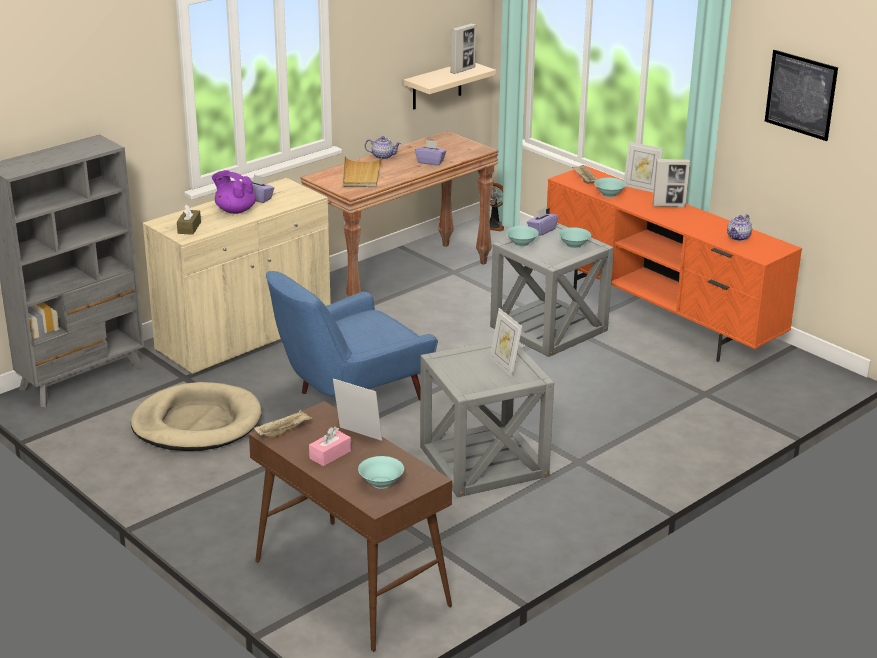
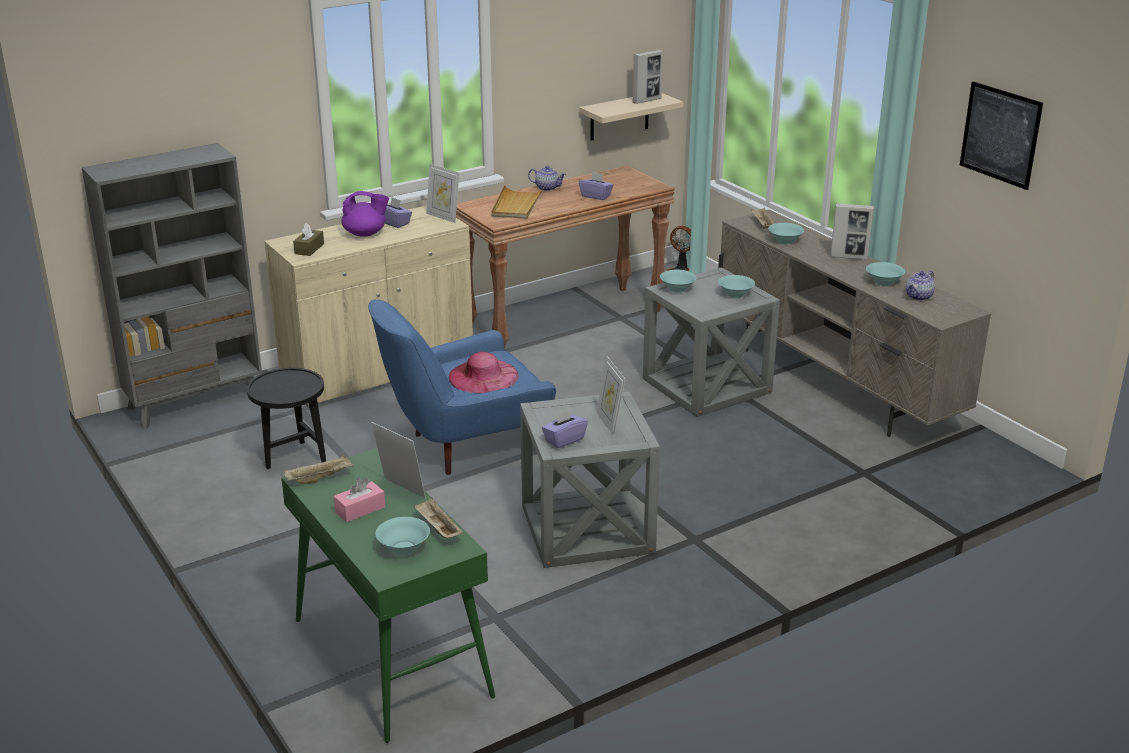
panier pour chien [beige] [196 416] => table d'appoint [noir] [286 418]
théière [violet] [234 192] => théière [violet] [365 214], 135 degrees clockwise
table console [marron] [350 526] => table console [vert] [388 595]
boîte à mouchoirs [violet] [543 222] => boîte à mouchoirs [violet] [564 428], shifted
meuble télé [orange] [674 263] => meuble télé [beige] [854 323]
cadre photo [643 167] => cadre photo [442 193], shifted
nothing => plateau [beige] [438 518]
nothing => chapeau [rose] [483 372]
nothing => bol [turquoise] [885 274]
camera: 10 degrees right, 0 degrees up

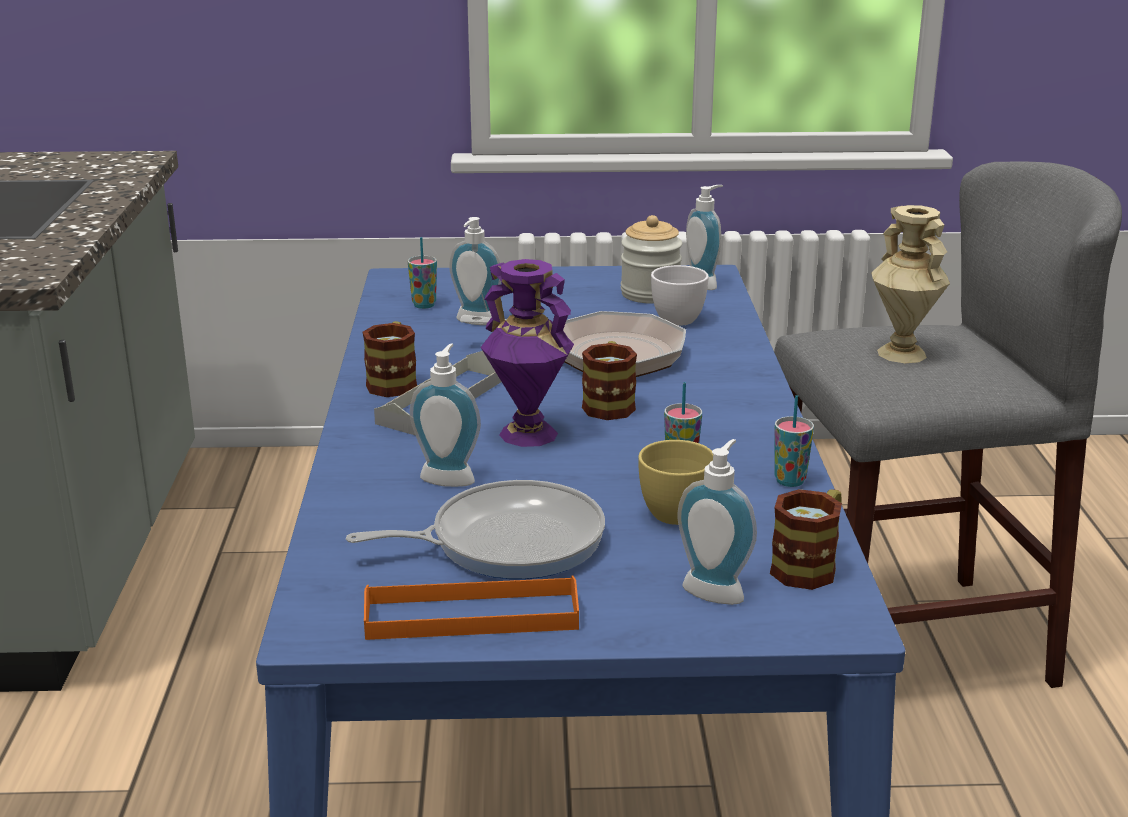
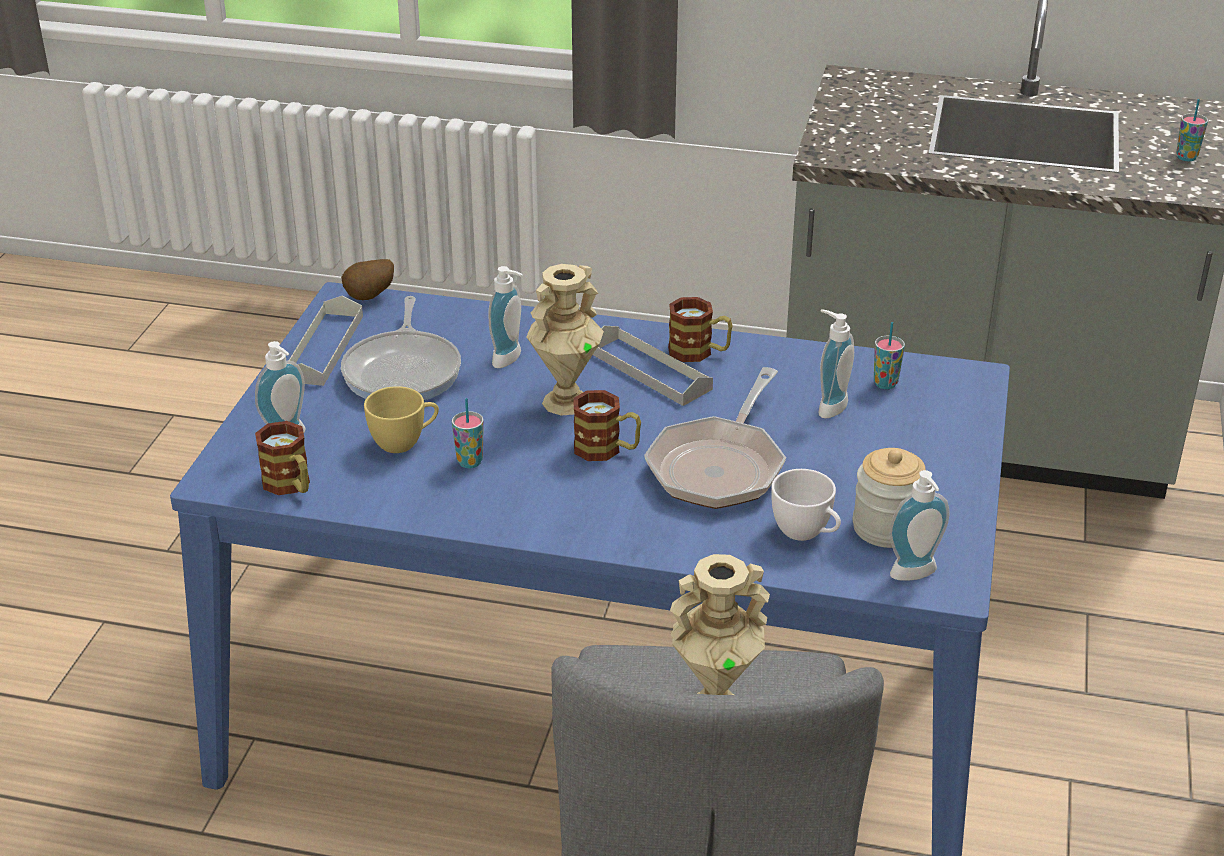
plateau [orange] [471 608] => plateau [gris] [326 341]
vase [violet] [527 353] => vase [beige] [565 340]
tasse [794 441] => tasse [1192 130], shifted
nothing => pomme de terre [367 279]
camera: 105 degrees right, 10 degrees up

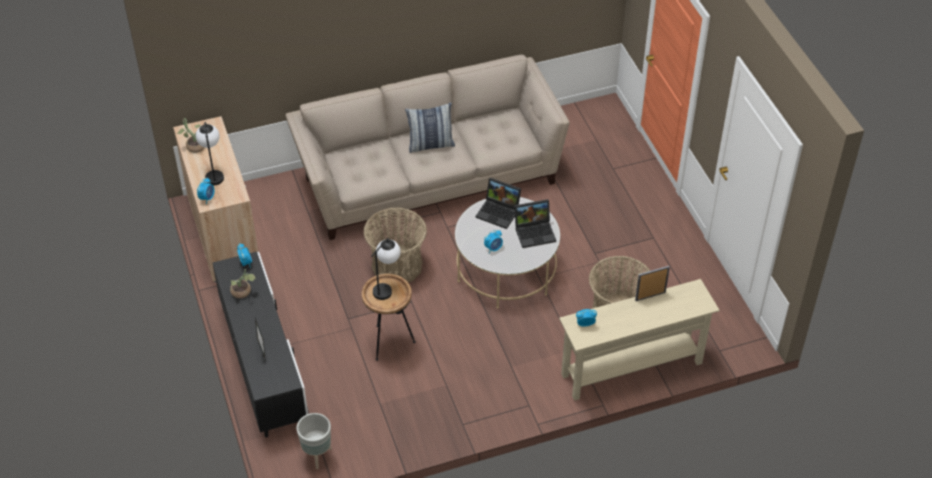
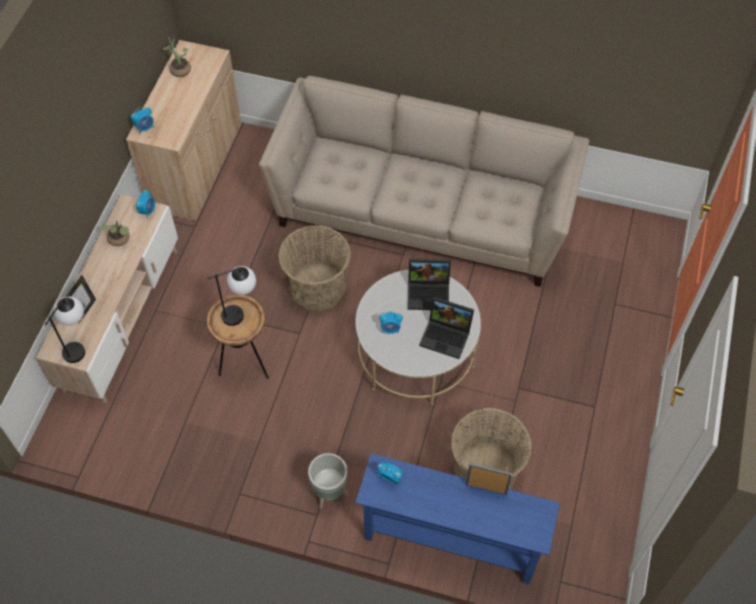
lampe de table [210 153] => lampe de table [64 330], shifted
meuble télé [noir] [260 345] => meuble télé [beige] [107 298]
cache-pot [gris] [314 441] => cache-pot [gris] [328 481], shifted
coussin [430 128] => nothing
ordinateur portable [498 203] => ordinateur portable [429 284], 60 degrees counterclockwise
table console [beige] [639 340] => table console [bleu] [457 518]
camera: 35 degrees right, 10 degrees up

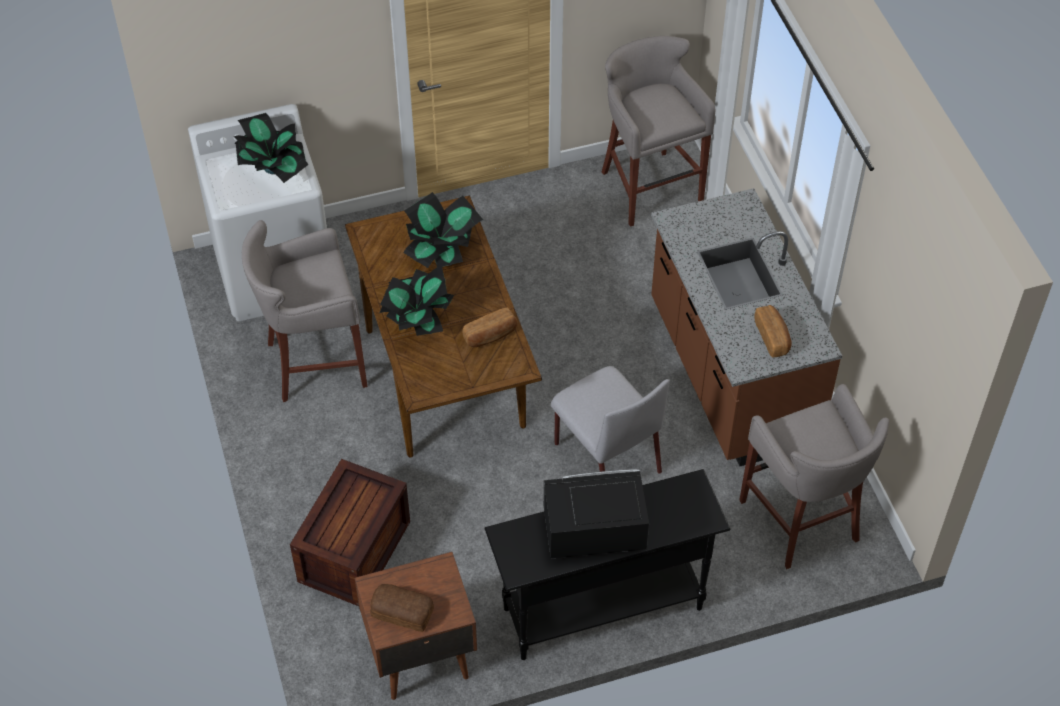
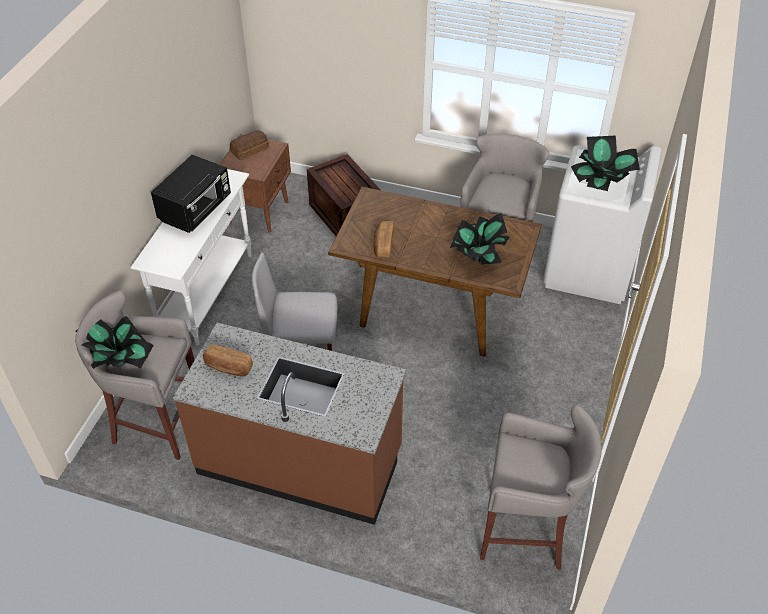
plante en pot [417 301] => plante en pot [114 342], shifted
table console [noir] [607 564] => table console [blanc] [191 257]
camera: 125 degrees right, 5 degrees down

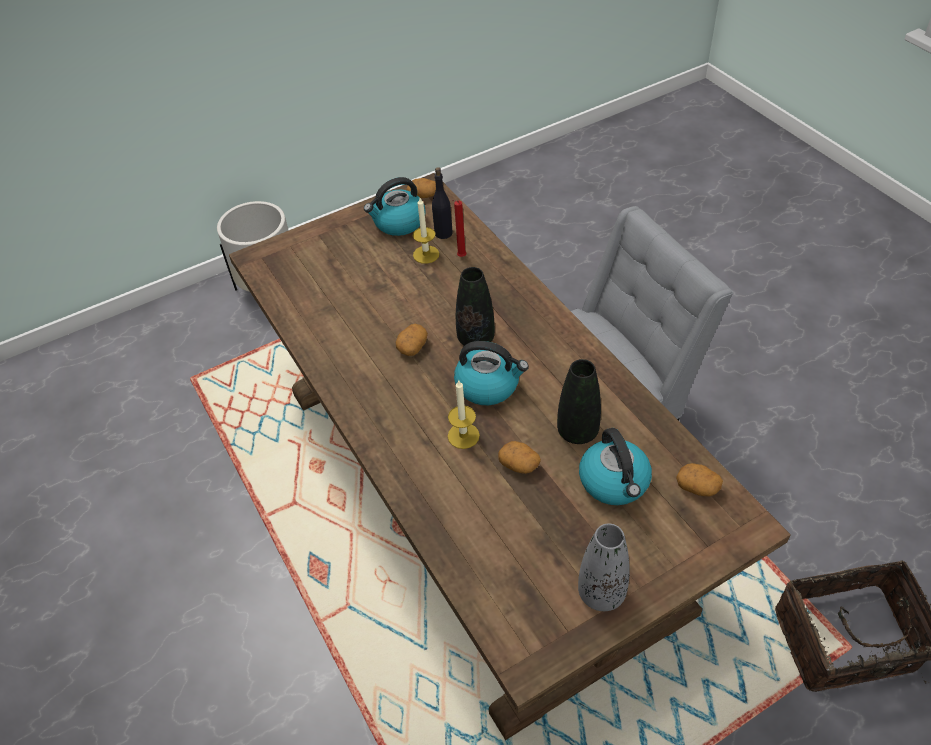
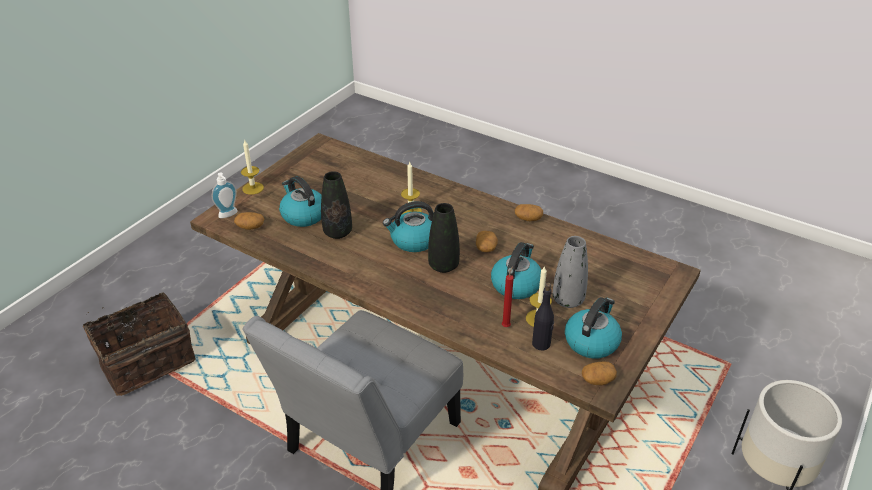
pomme de terre [519 457] => pomme de terre [529 212], shifted
vase [gris] [604 567] => vase [gris] [570 272], shifted
nothing => distributeur de savon [225 195]
nothing => bougie [252 167]
nothing => bouilloire [516 270]
camera: 150 degrees right, 10 degrees down

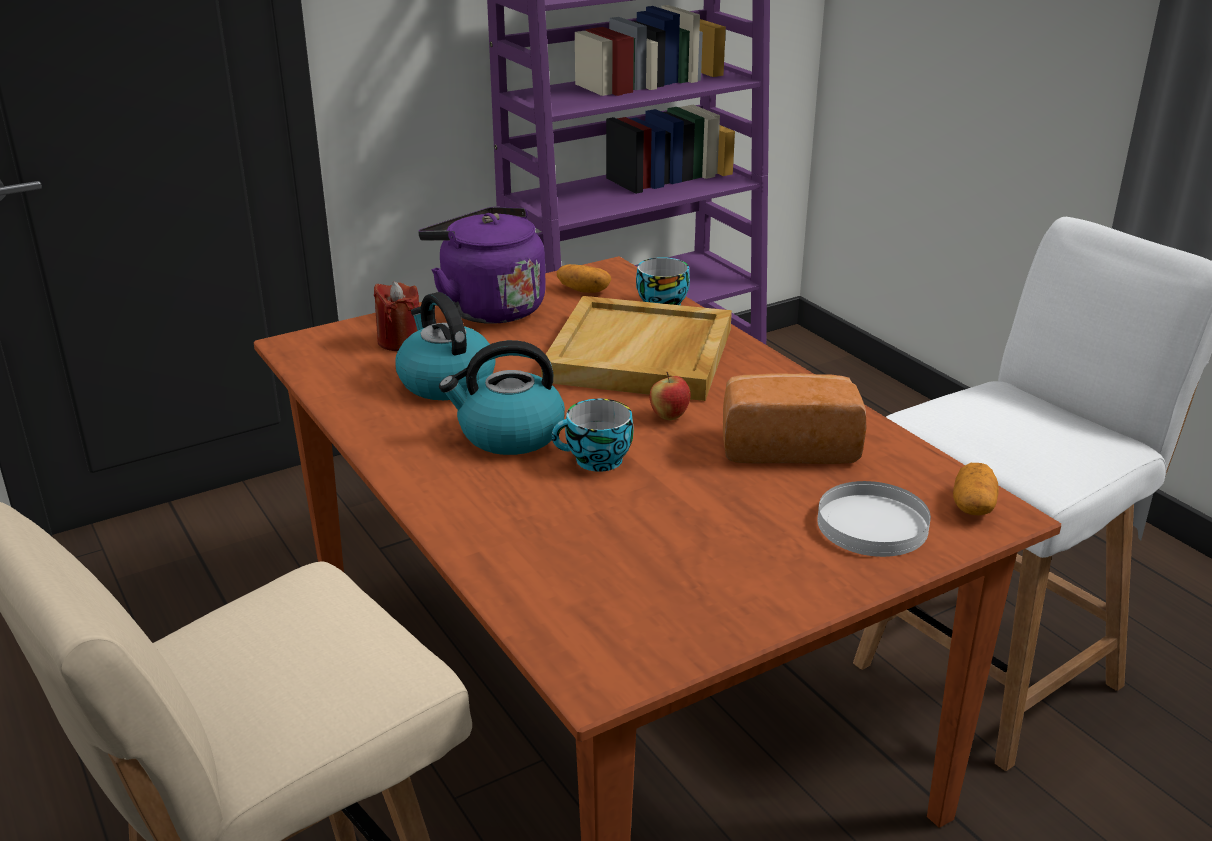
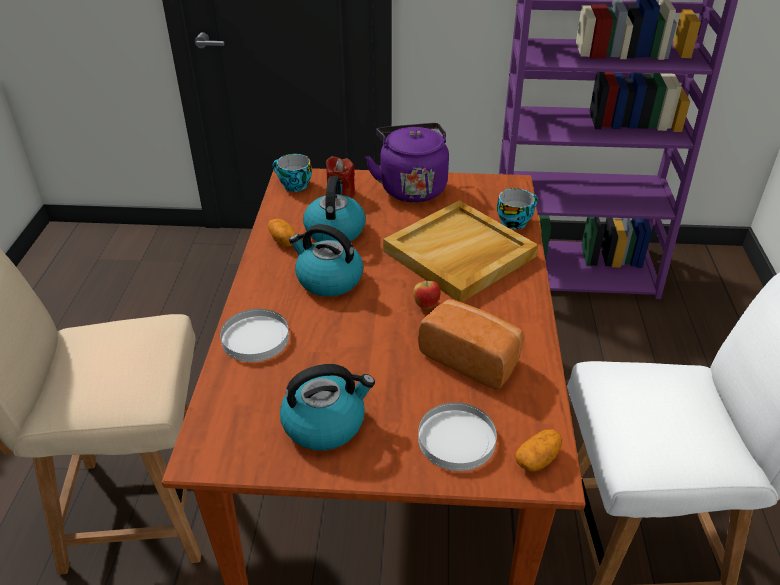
tasse [592 435] => tasse [292 173], shifted
pomme de terre [584 278] => pomme de terre [282 233], shifted
nothing => assiette [blanc] [254 335]
nothing => bouilloire [327 407]
camera: 35 degrees right, 10 degrees up

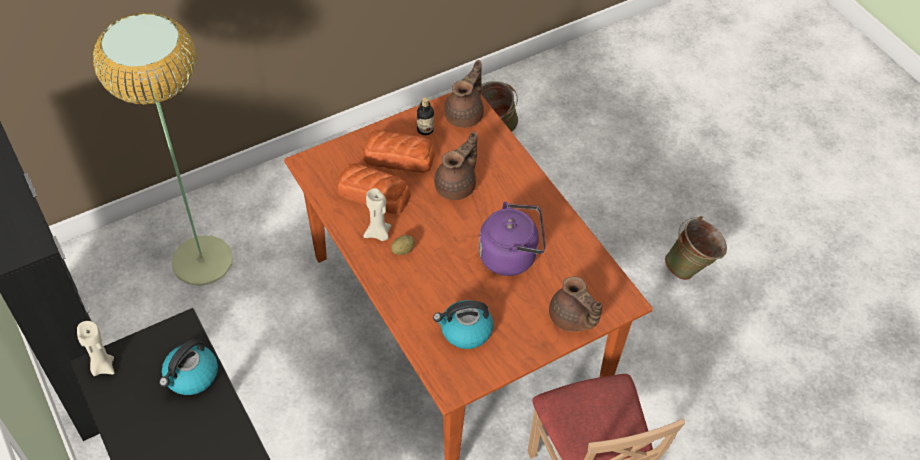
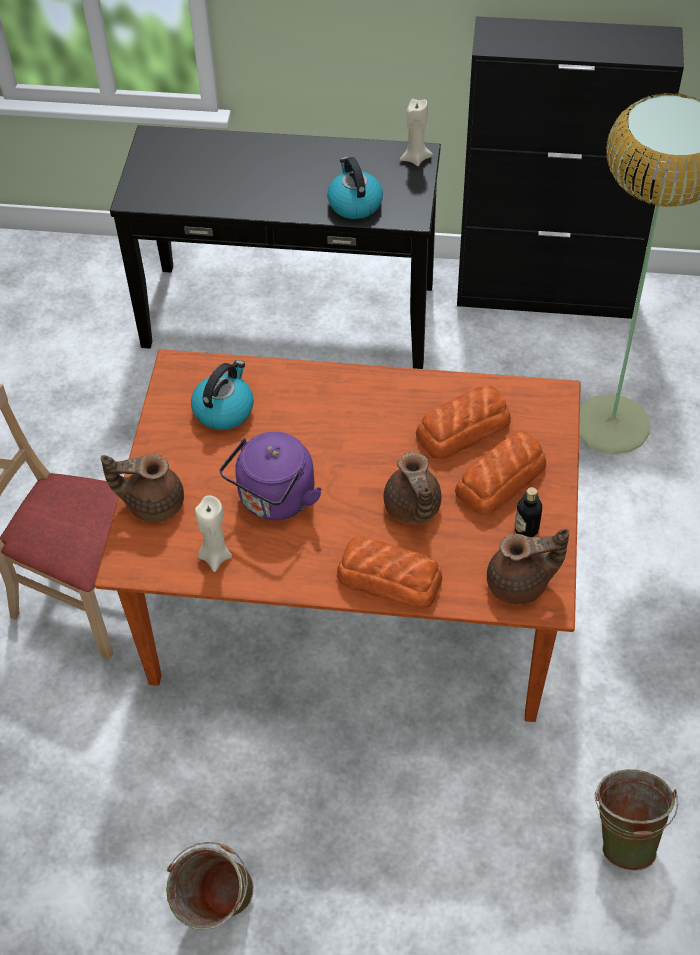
bougie [beige] [377 214] => bougie [beige] [213 533], shifted
pomme de terre [403 245] => nothing
théière [marron] [464 94] => théière [marron] [528 567], 75 degrees counterclockwise
nothing => pain [389 573]
camera: 130 degrees right, 0 degrees up

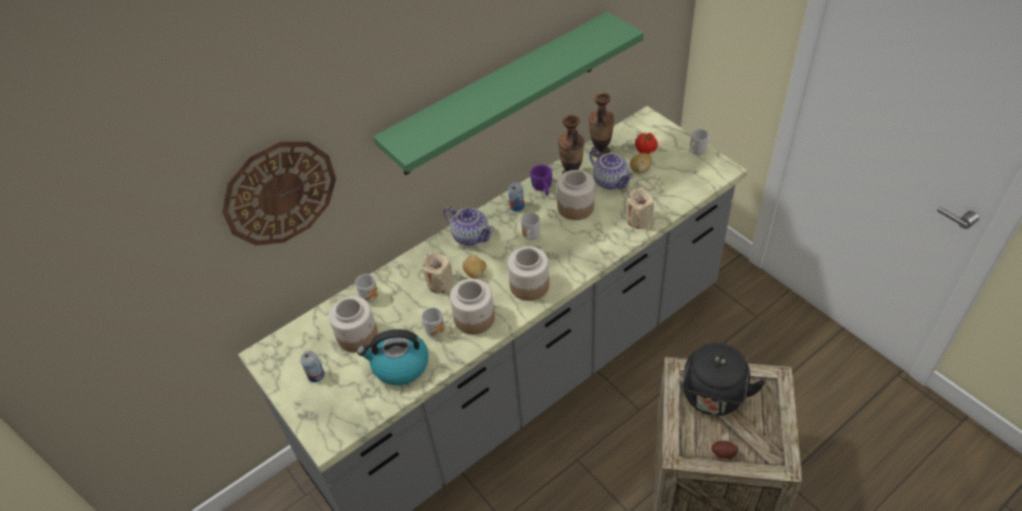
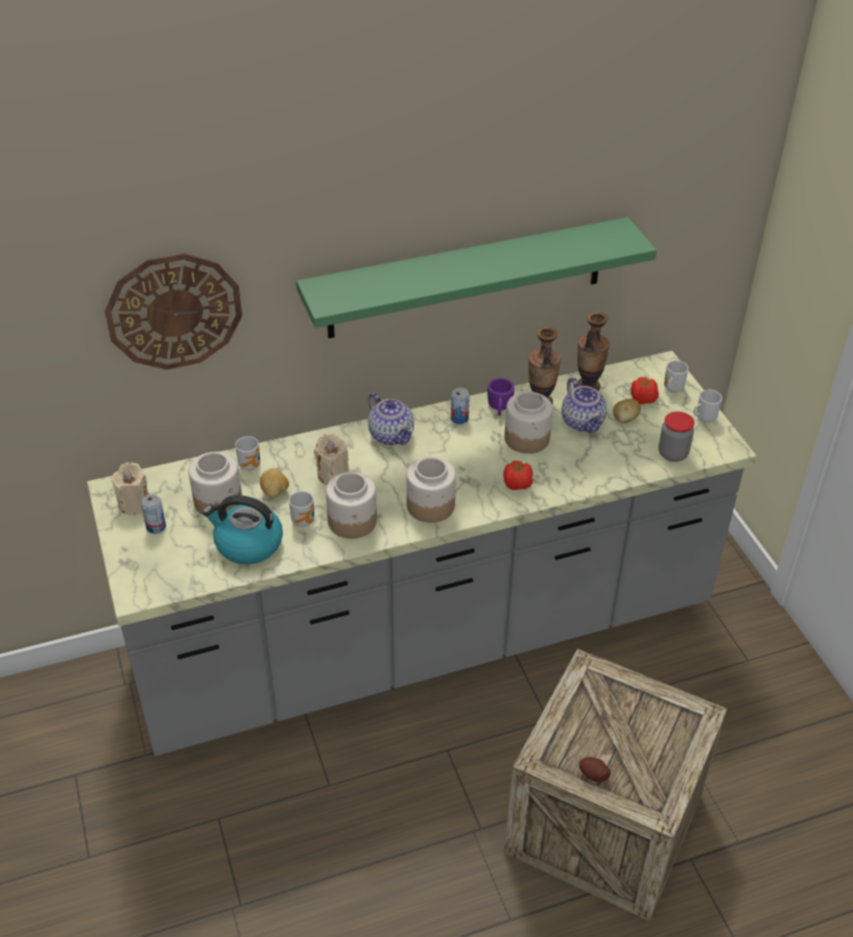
pomme de terre [474 267] => pomme de terre [274 483], shifted
mug [530 226] => mug [676 376], shifted
bougie [beige] [640 208] => bougie [beige] [130 488], shifted
bouilloire [noir] [723 379] => nothing
nothing => tomate [518 475]
nothing => bocal [677 437]
camera: 15 degrees right, 5 degrees down

